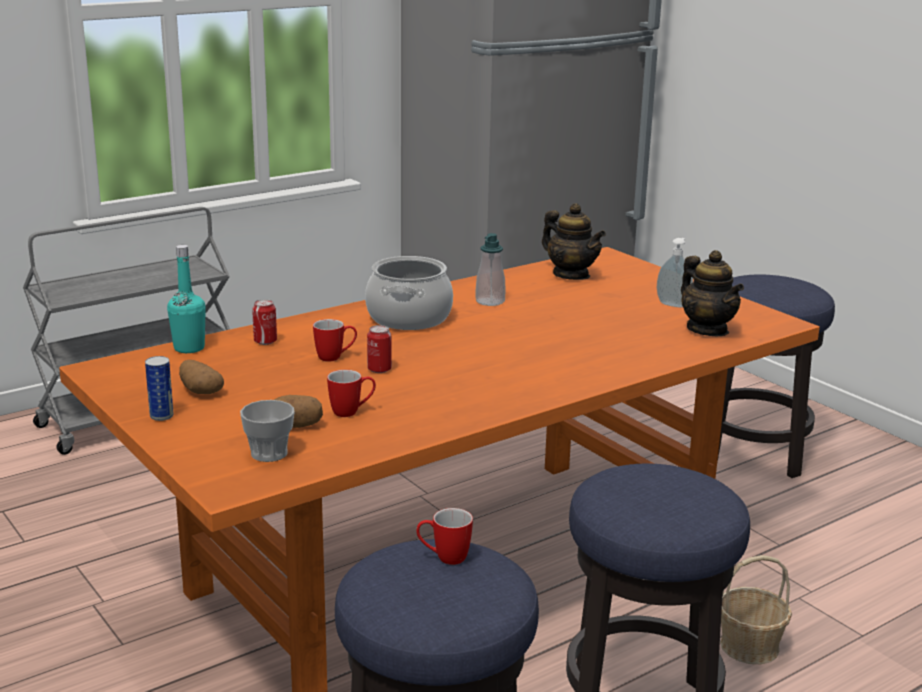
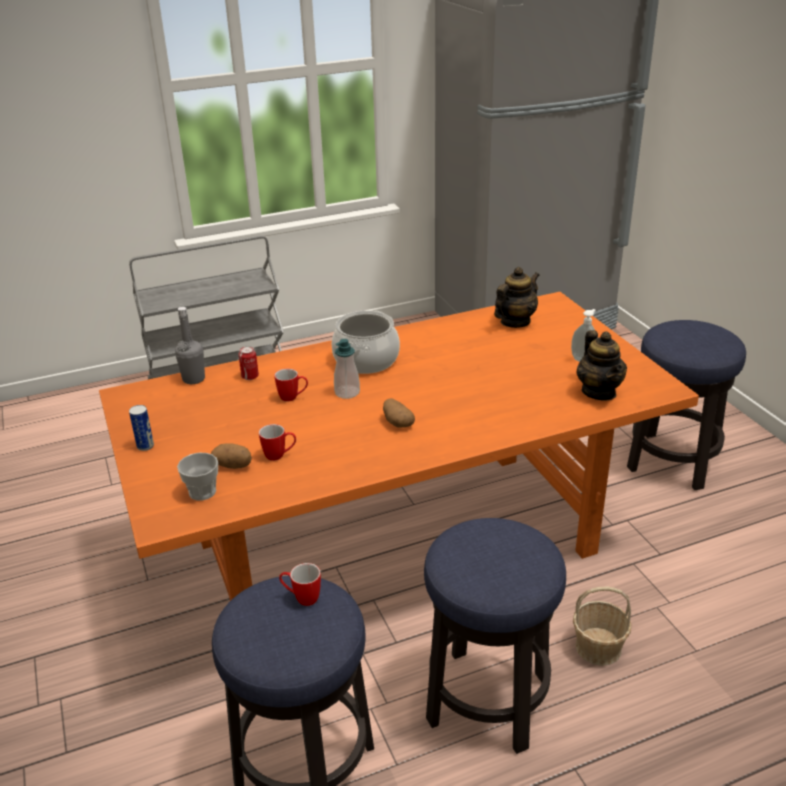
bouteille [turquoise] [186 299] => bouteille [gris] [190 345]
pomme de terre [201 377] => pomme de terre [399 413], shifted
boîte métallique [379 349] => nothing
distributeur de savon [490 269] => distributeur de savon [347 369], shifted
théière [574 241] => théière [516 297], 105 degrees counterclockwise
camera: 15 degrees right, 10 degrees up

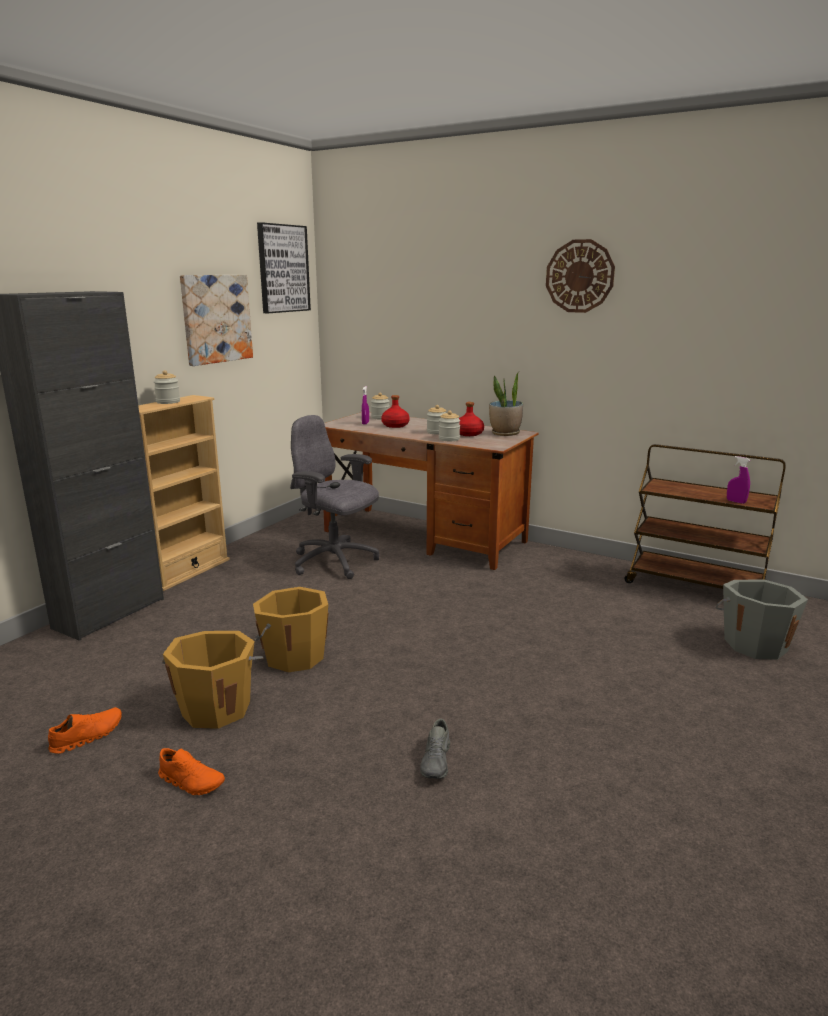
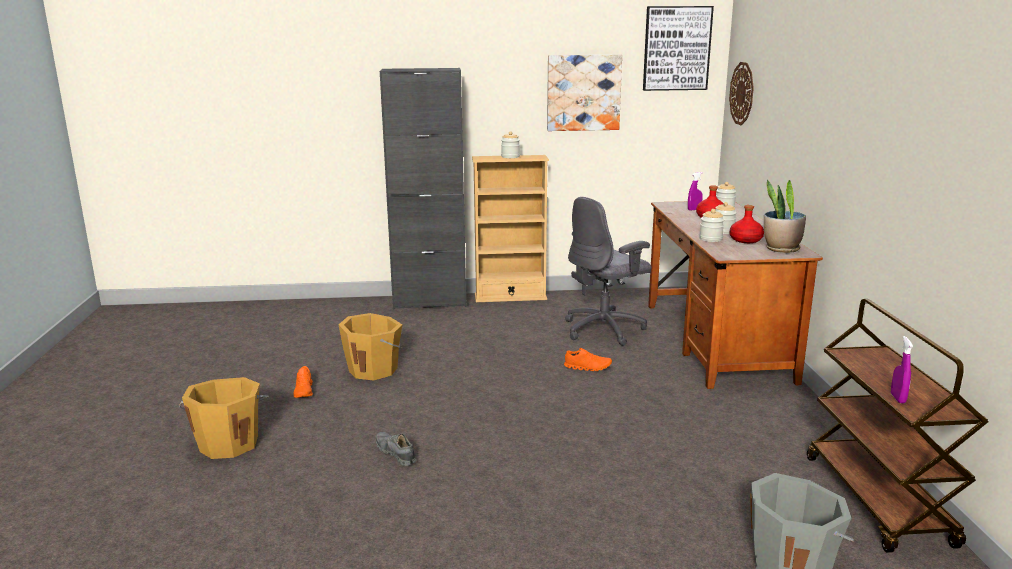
chaussure [orange] [85 730] => chaussure [orange] [588 359], shifted
seau [orange] [290 629] => seau [orange] [224 418], shifted
chaise de bureau [gris] [334 497] => chaise de bureau [gris] [608 271], 120 degrees counterclockwise
chaussure [gris] [435 749] => chaussure [gris] [396 449], 75 degrees clockwise
horloge murale [580 276] => horloge murale [741 93], shifted
camera: 55 degrees right, 0 degrees up

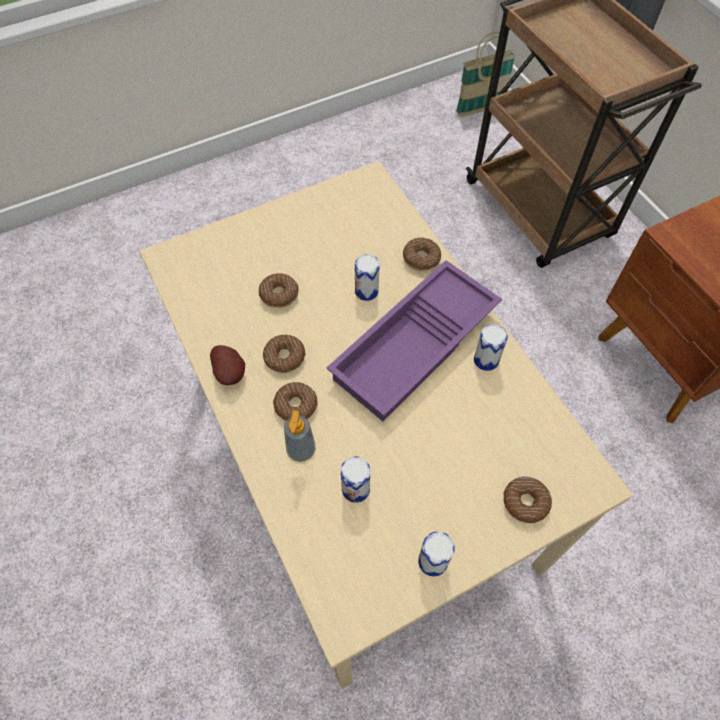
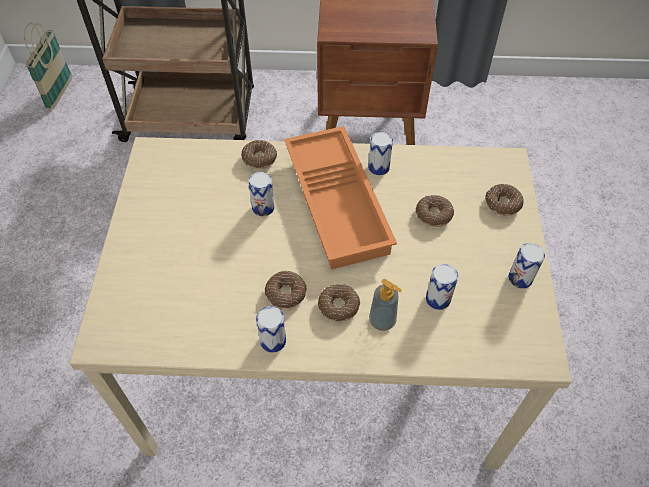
pomme de terre [227 365] => boîte métallique [271 329]
beignet [279 290] => beignet [435 211], shifted
plateau [violet] [414 340] => plateau [orange] [340 198]
camera: 60 degrees left, 5 degrees down

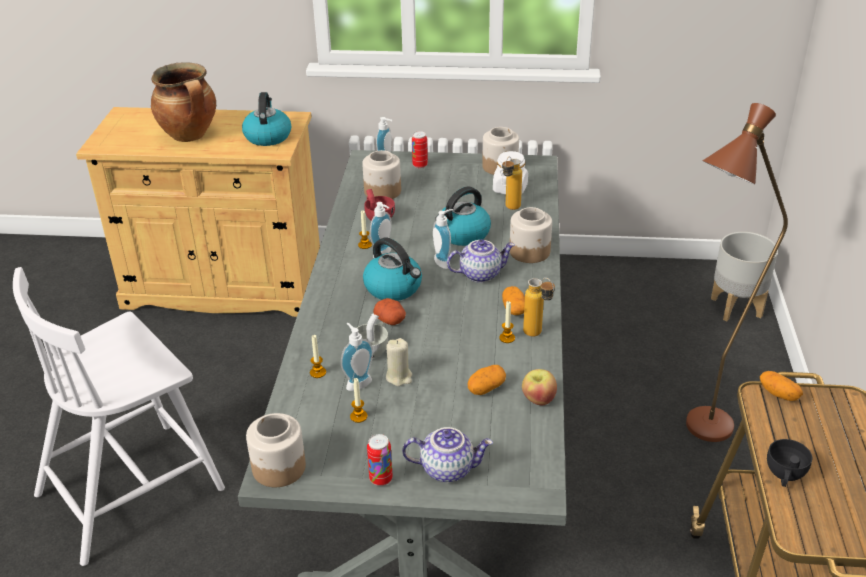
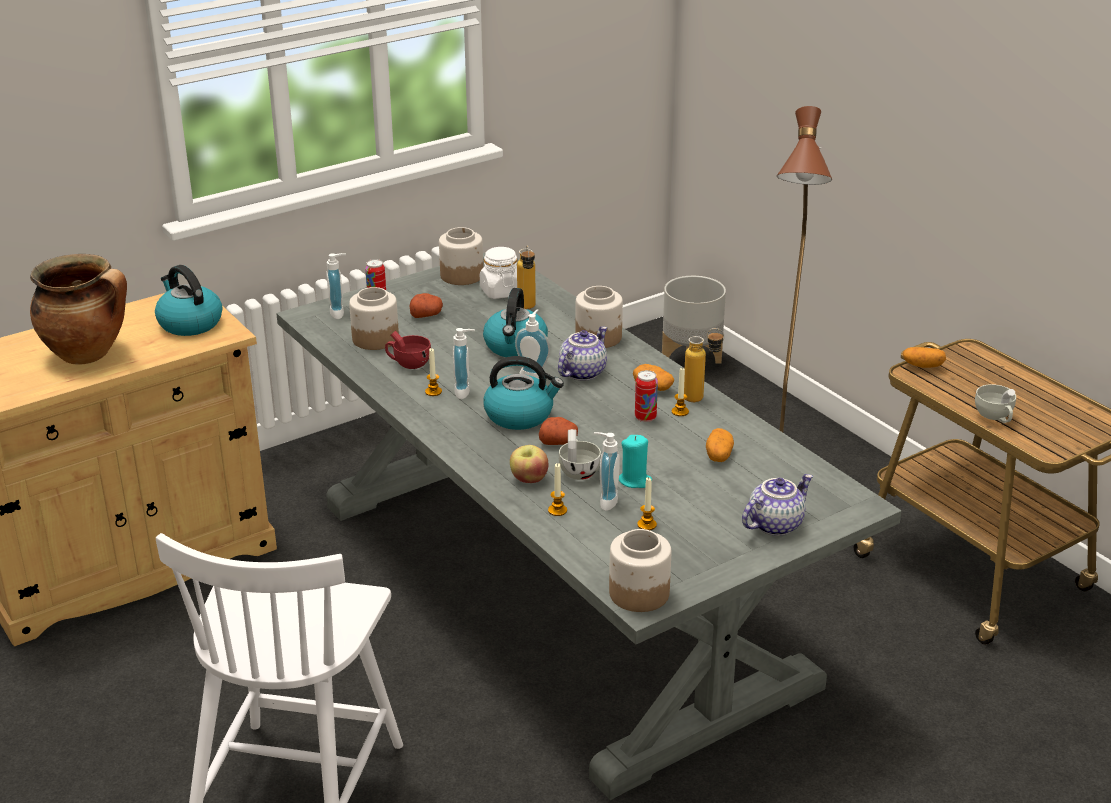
boîte métallique [380 460] => boîte métallique [646 396], shifted
bougie [beige] [399 362] => bougie [turquoise] [635 461]
pomme [539 387] => pomme [529 464], shifted
tasse [noir] [789 463] => tasse [blanc] [995 403]
nothing => pomme de terre [426 305]
camera: 40 degrees left, 5 degrees down

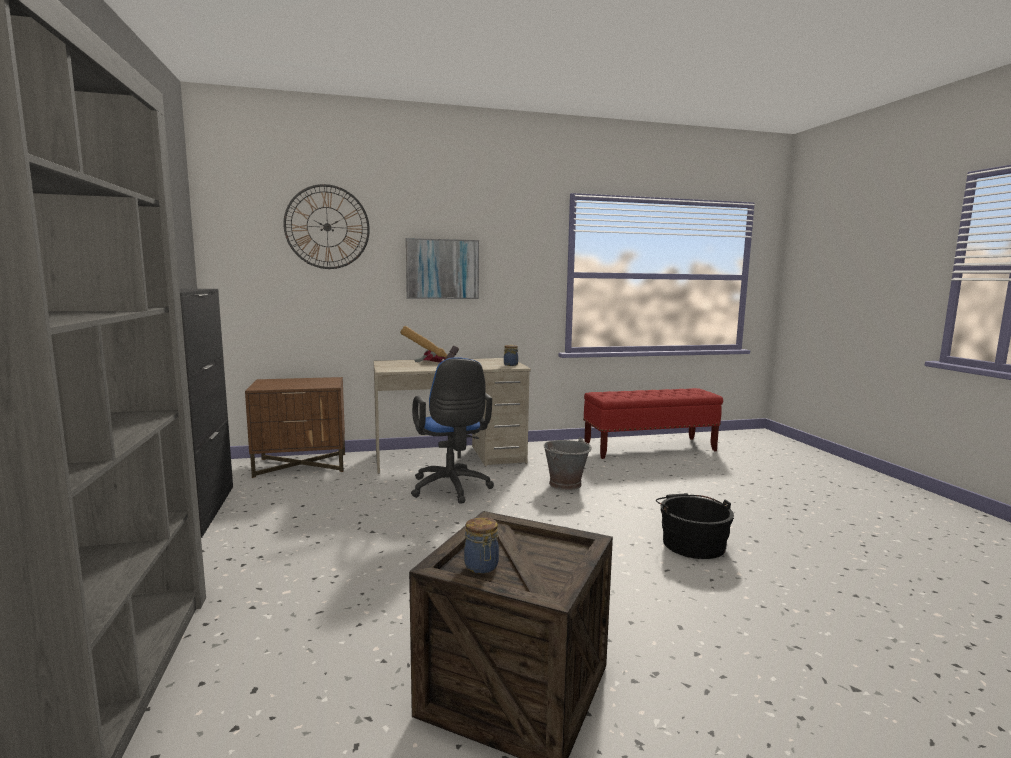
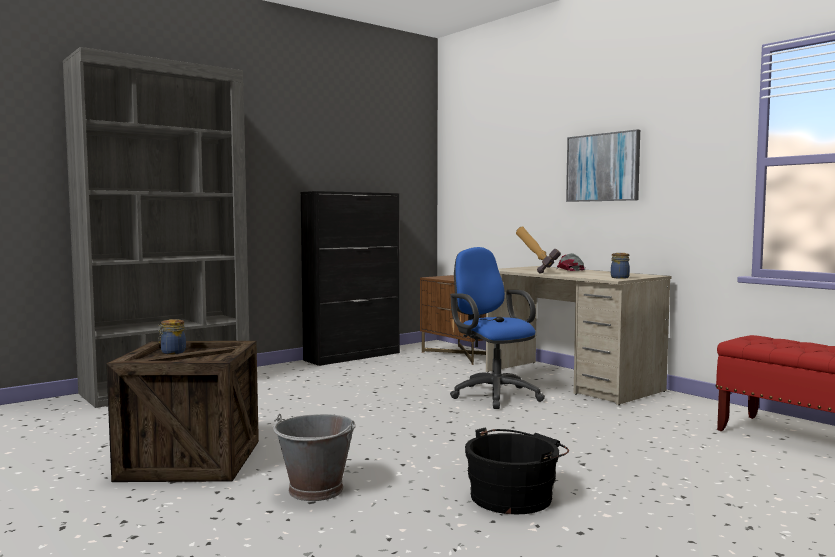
horloge murale [326 226] => nothing
chaise de bureau [bleu] [452 430] => chaise de bureau [bleu] [497 328], 105 degrees clockwise
seau [gris] [567 463] => seau [gris] [314 457], shifted
camera: 65 degrees right, 5 degrees down

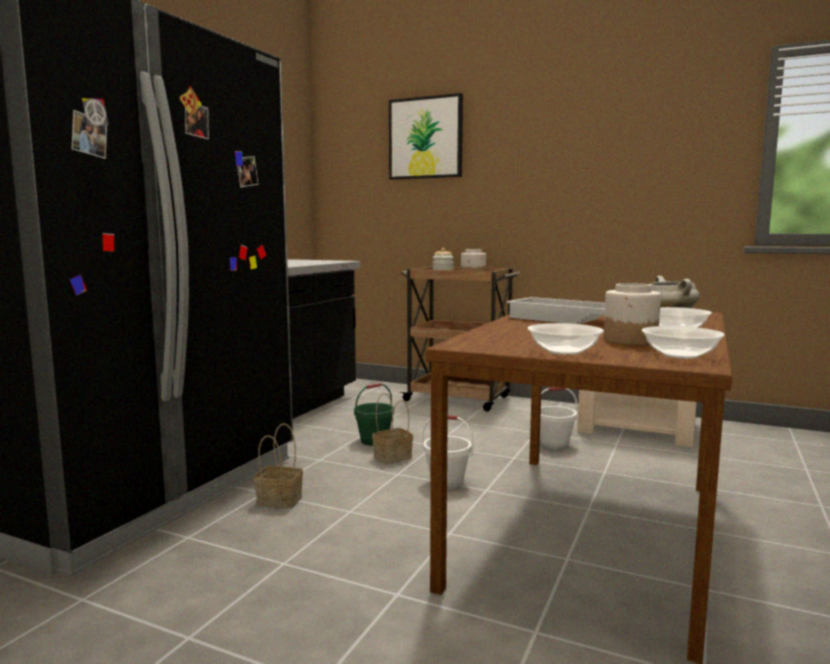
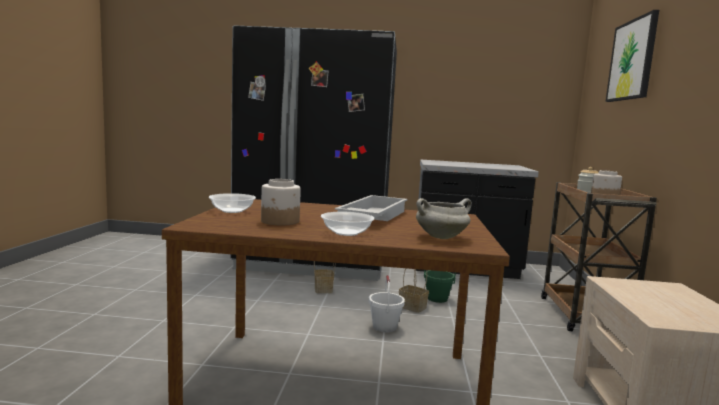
seau [blanc] [558 418] => nothing
bol [683 342] => nothing
camera: 70 degrees right, 0 degrees up

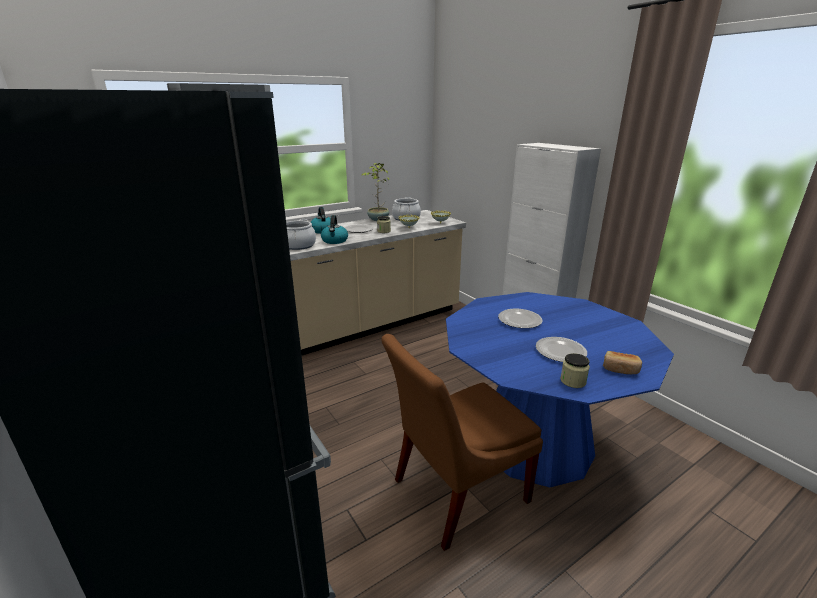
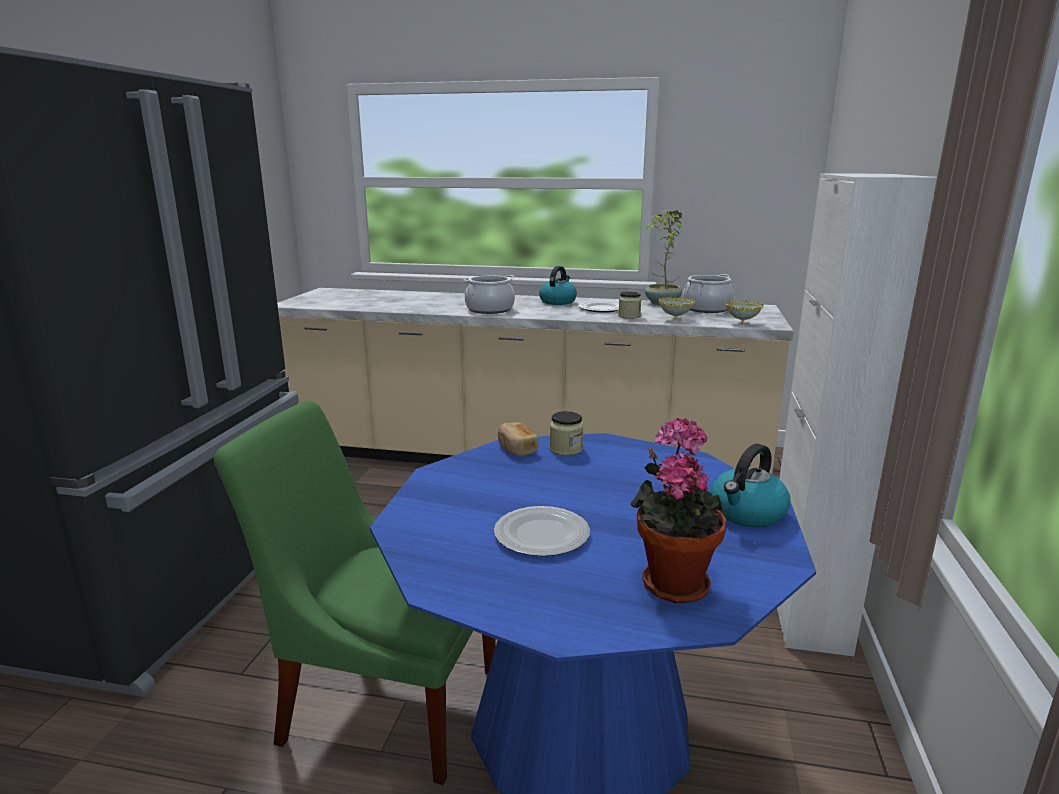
bouilloire [334 229] => bouilloire [750 485], shifted
chaise [marron] [462 442] => chaise [vert] [355 593]
assiette [520 318] => nothing
bocal [575 370] => bocal [567 433], shifted
pain [622 362] => pain [518 439], shifted
nothing => plante en pot [678 510]
camera: 45 degrees right, 5 degrees down

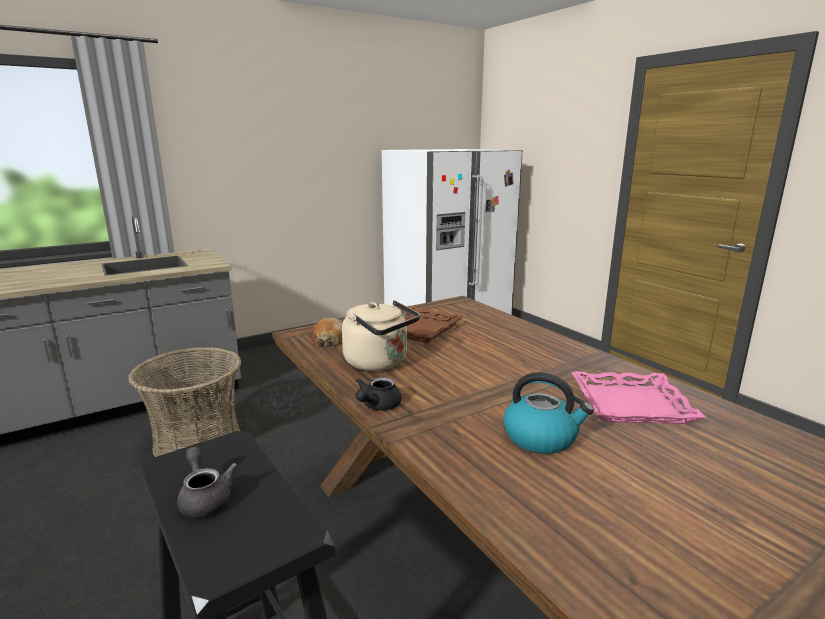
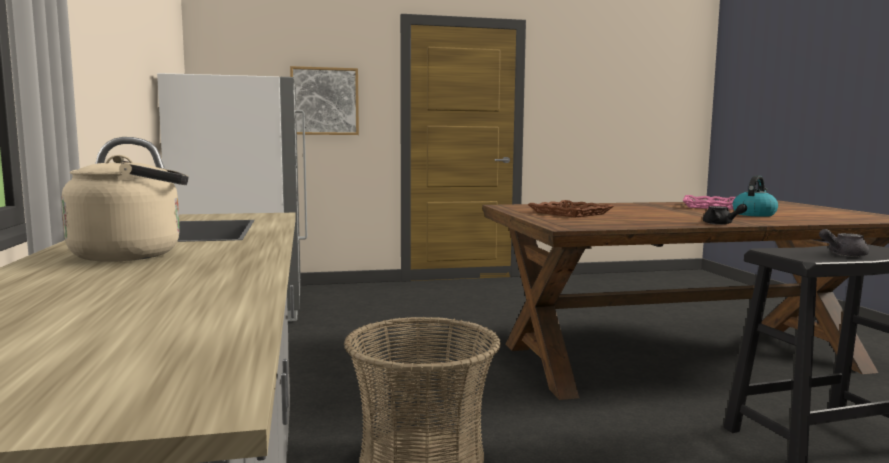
pain [327 332] => nothing
bouilloire [beige] [381 335] => bouilloire [beige] [125 208], shifted
nothing => tableau [324 100]
camera: 70 degrees left, 10 degrees down

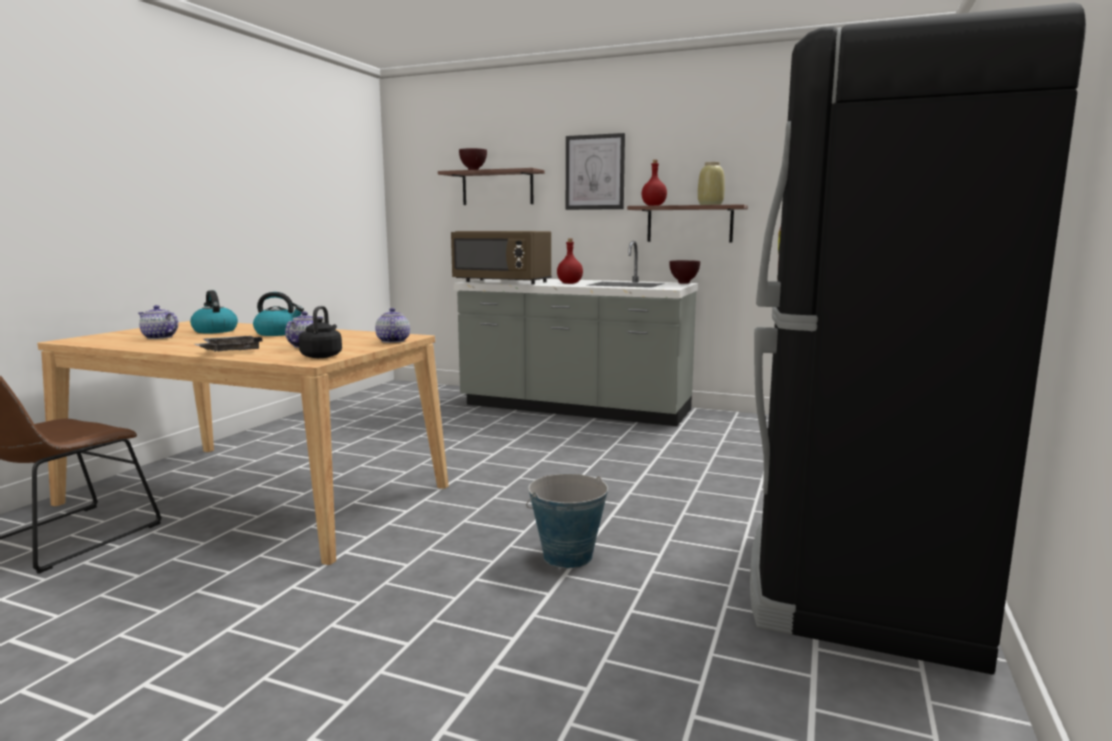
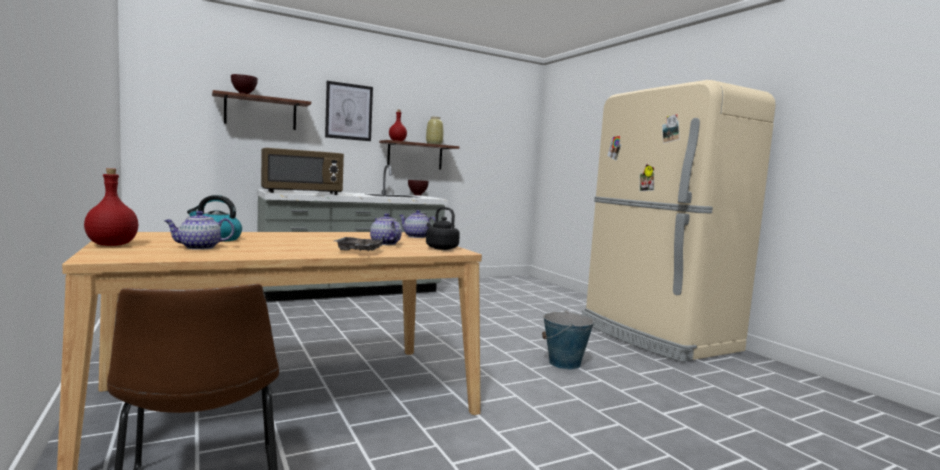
bouilloire [278 314] => nothing
bouteille [rouge] [570 261] => bouteille [rouge] [111 207], shifted
réfrigérateur [noir] [918 338] => réfrigérateur [beige] [678 221]
camera: 50 degrees left, 5 degrees down

